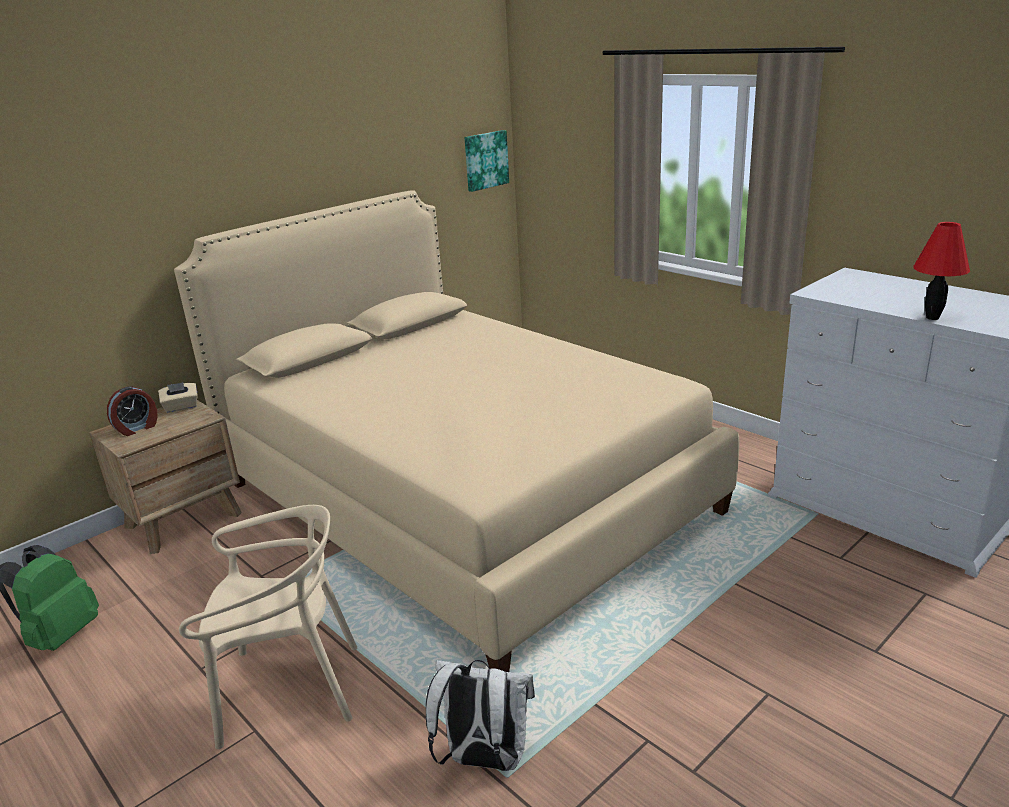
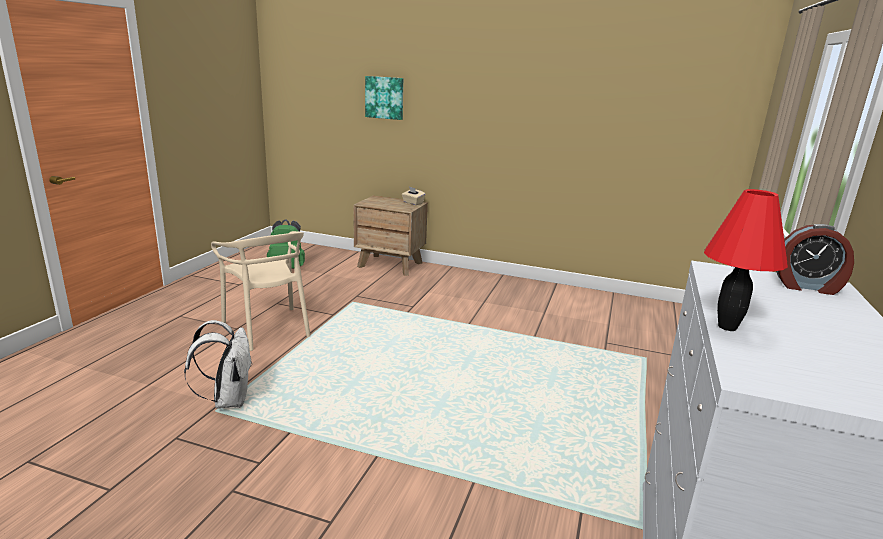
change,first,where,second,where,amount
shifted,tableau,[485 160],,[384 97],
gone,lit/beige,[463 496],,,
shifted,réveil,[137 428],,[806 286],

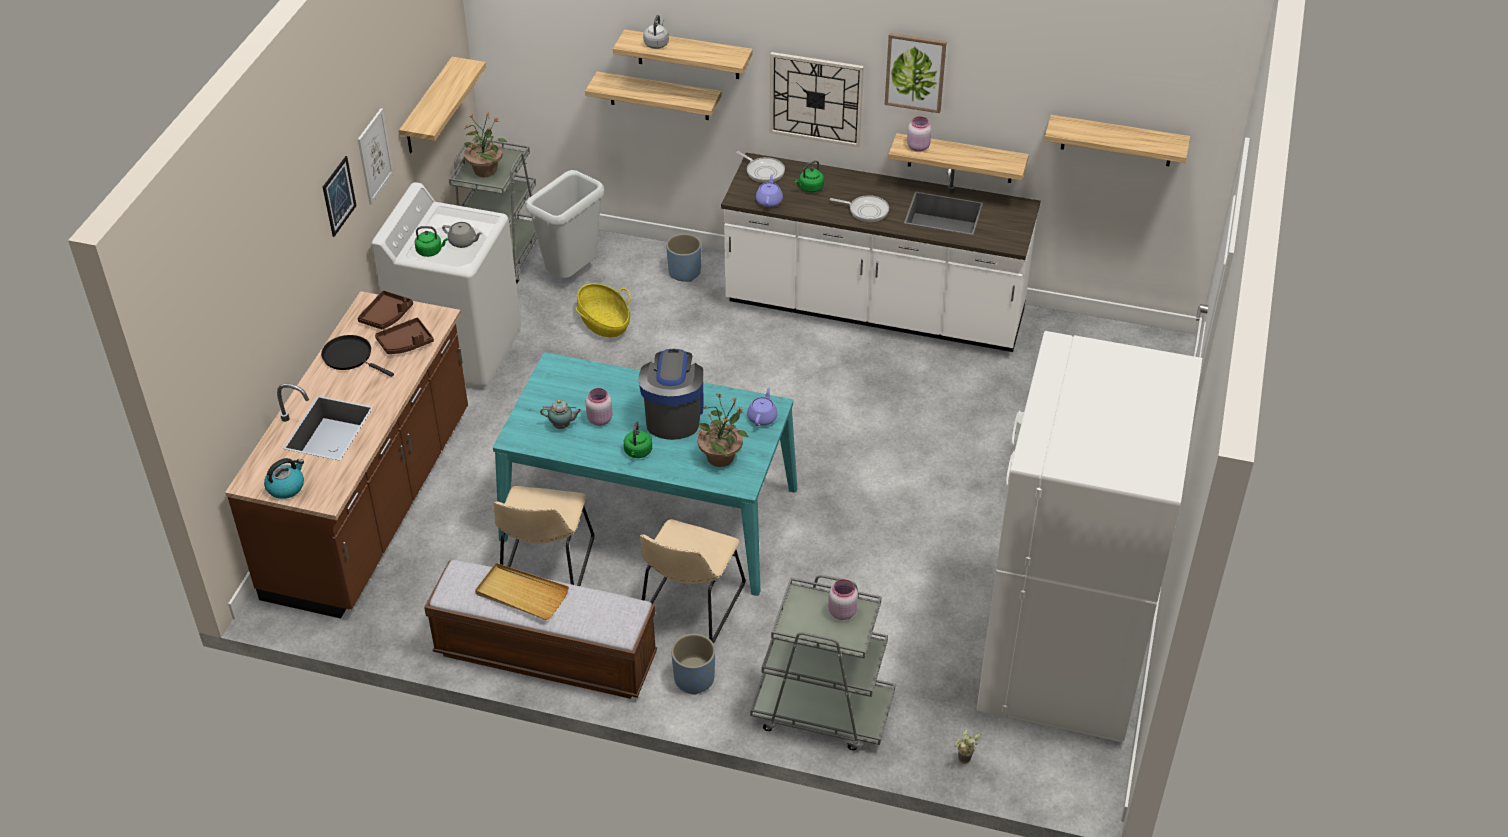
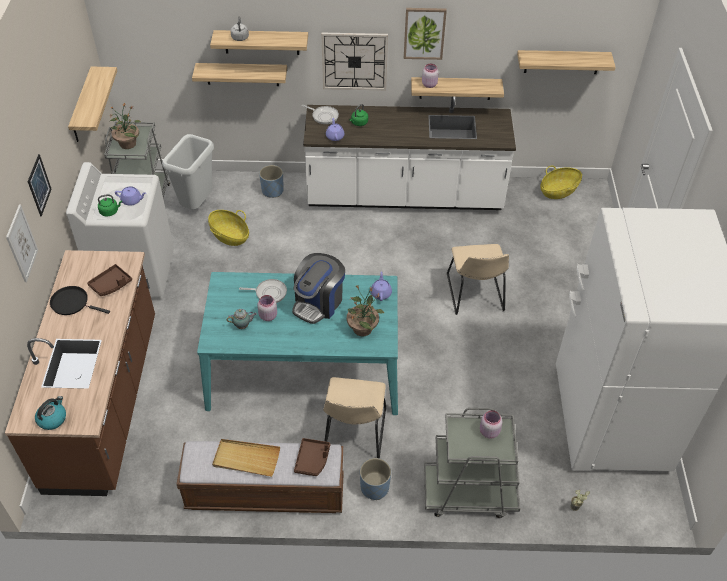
change,first,where,second,where,amount
shifted,tableau,[375 156],,[21 243],
shifted,poêle,[866 211],,[269 293],
repainted,théière/gris,[463 242],théière/violet,[132 200],
shifted,plateau/marron,[387 316],,[312 460],
rotated,machine à café,[673 414],,[318 302],135 degrees counterclockwise
gone,bouilloire/vert,[638 452],,,
shifted,chaise/beige,[546 568],,[475 295],
new,,,panier,[558 191],

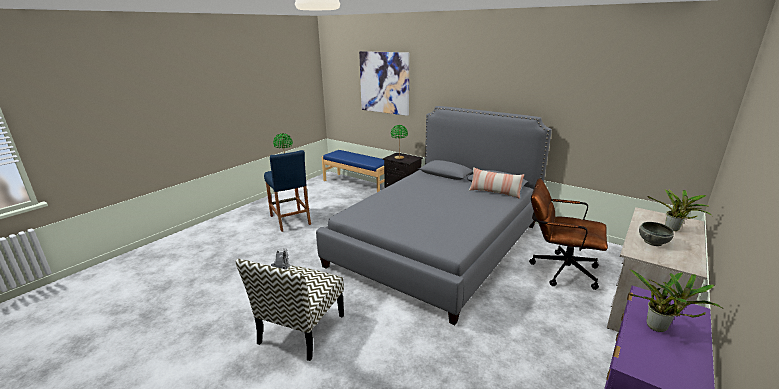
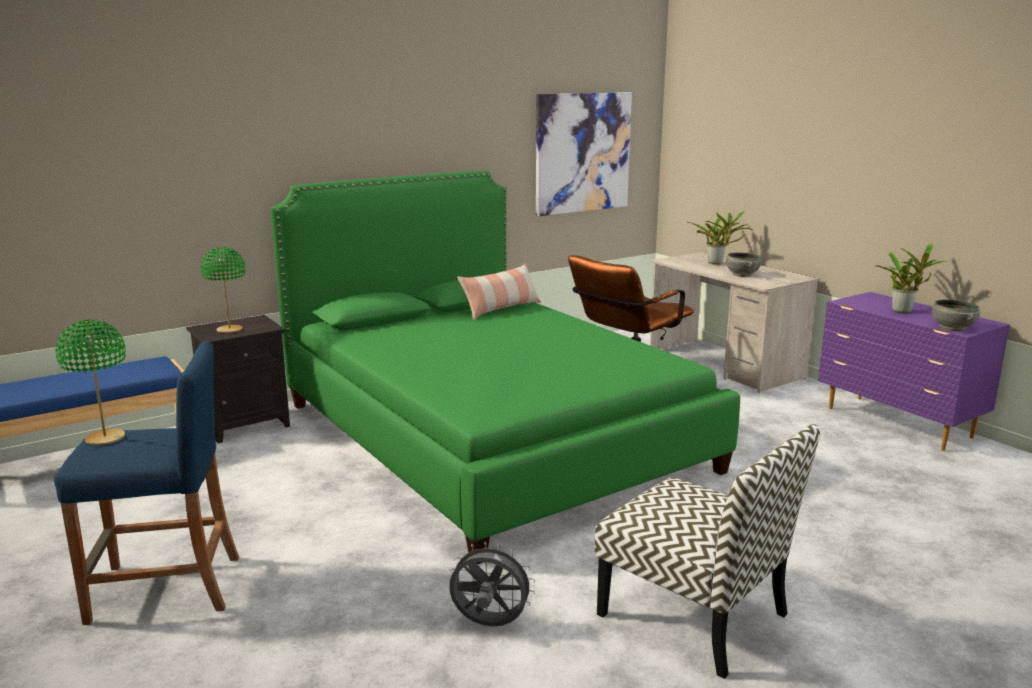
change,first,where,second,where,amount
shifted,tableau,[384 83],,[582 153],
repainted,lit/gris,[437 244],lit/vert,[489 436],
new,,,bol/gris,[951 327],

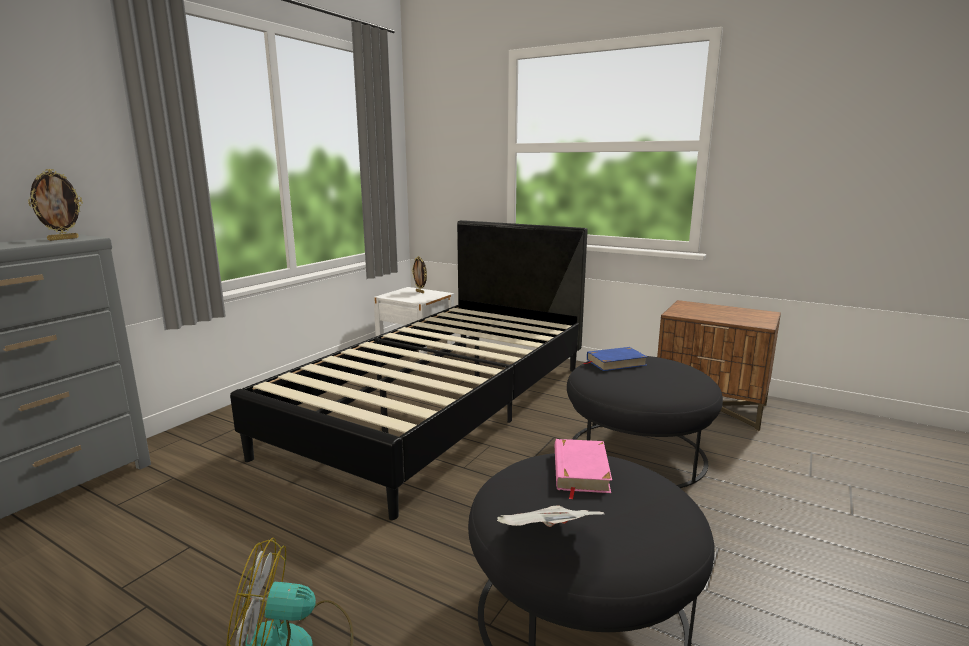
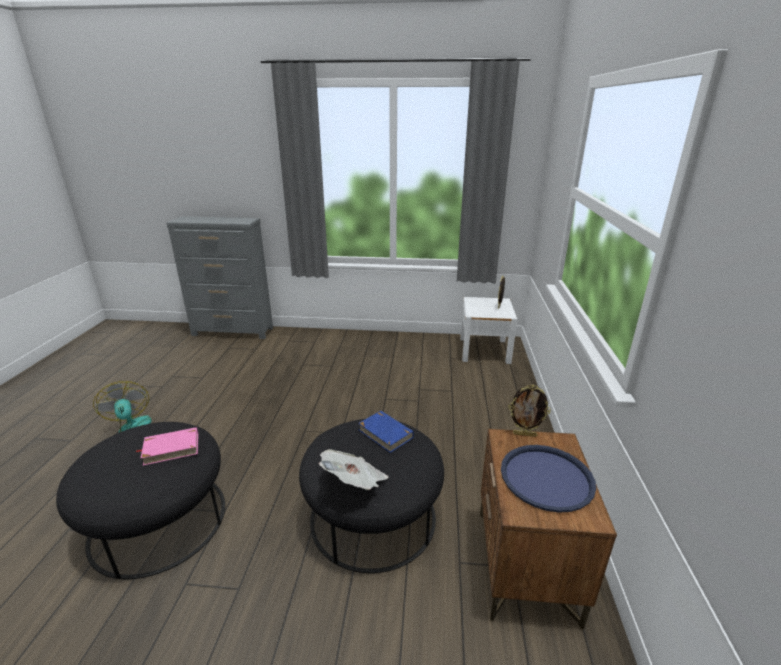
change,first,where,second,where,amount
shifted,cadre photo,[63 239],,[524 434],
gone,lit/noir,[440 406],,,
shifted,journal,[548 540],,[355 482],
new,,,plateau/bleu,[546 478],

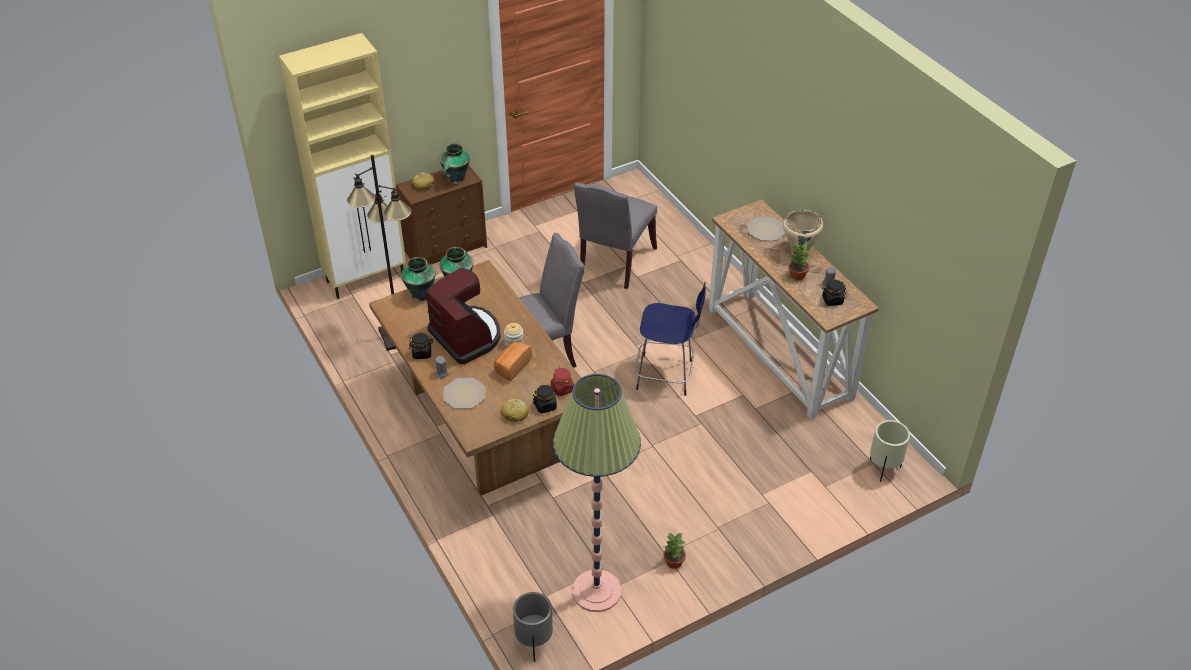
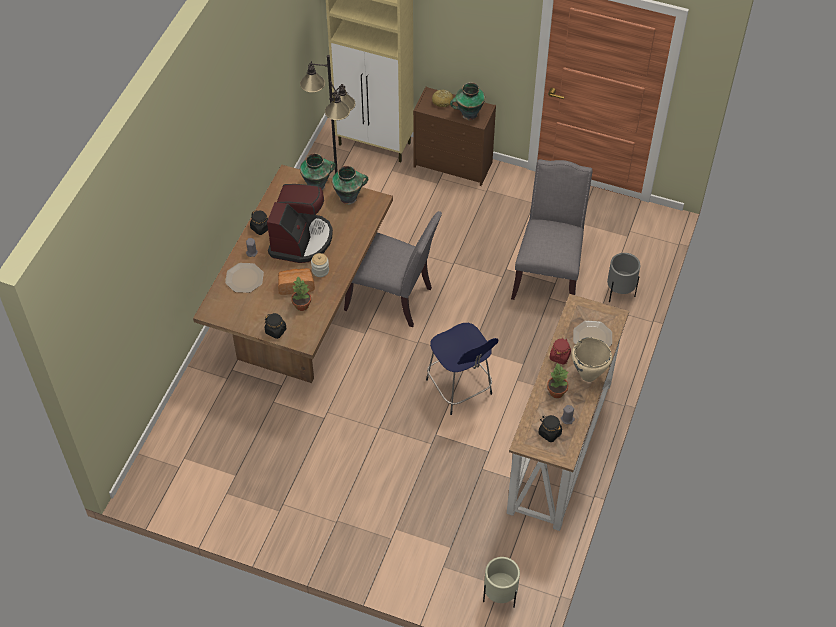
change,first,where,second,where,amount
rotated,chaise/gris,[614 264],,[548 274],120 degrees clockwise
shifted,bocal/rouge,[562 389],,[559 356],
gone,lampadaire,[596 591],,,
gone,pain,[515 414],,,
shifted,plante en pot,[673 562],,[301 305],
shifted,cache-pot/gris,[534 643],,[619 293],

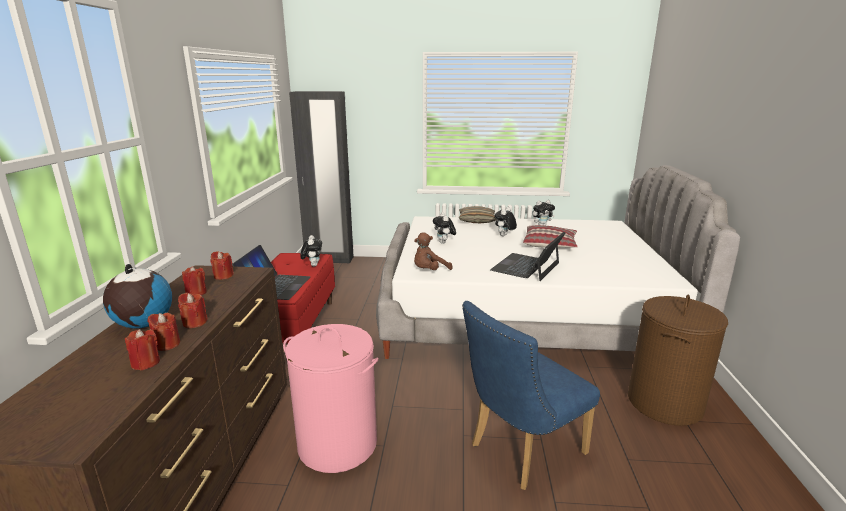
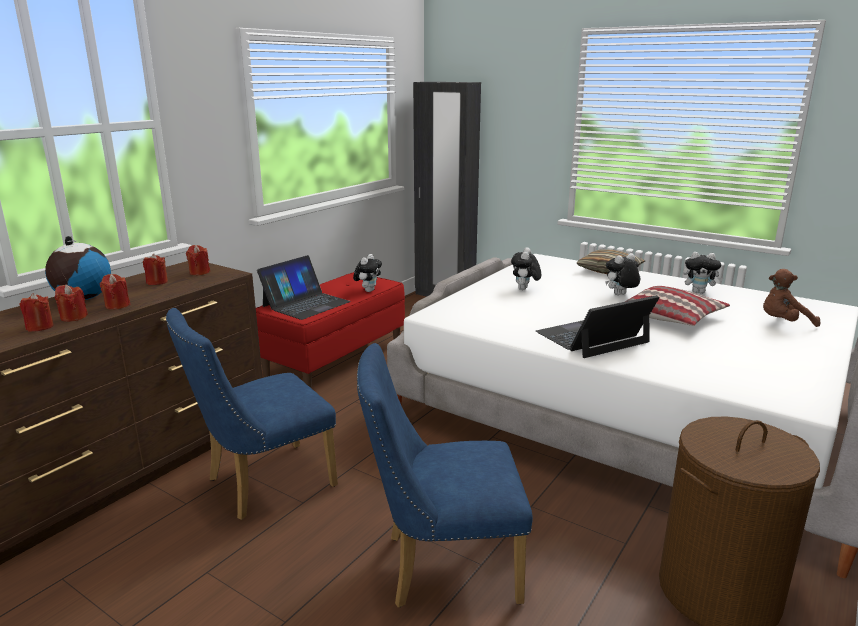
change,first,where,second,where,amount
shifted,peluche/marron,[429 271],,[783 323],
swapped,panier à linge/rose,[337 444],chaise/bleu,[262 484],

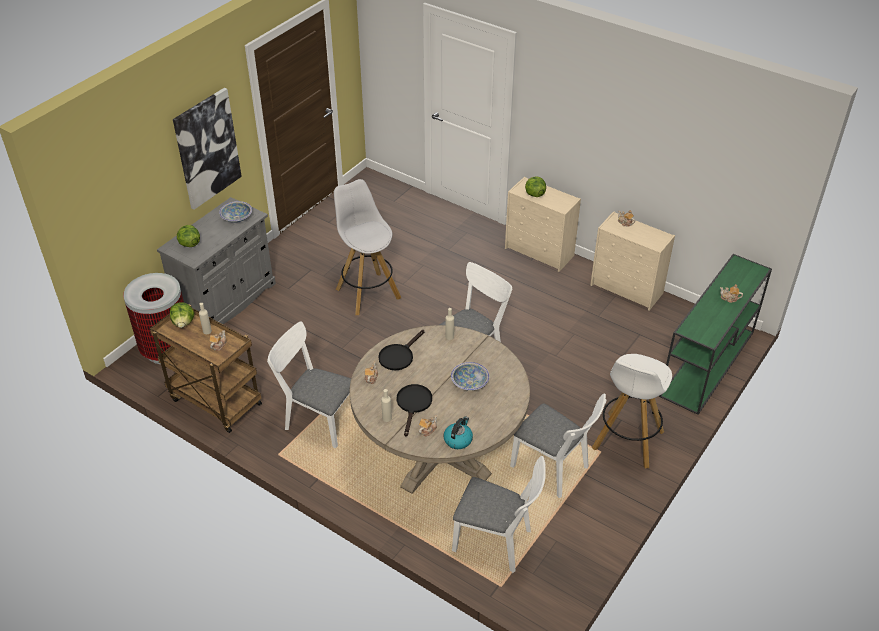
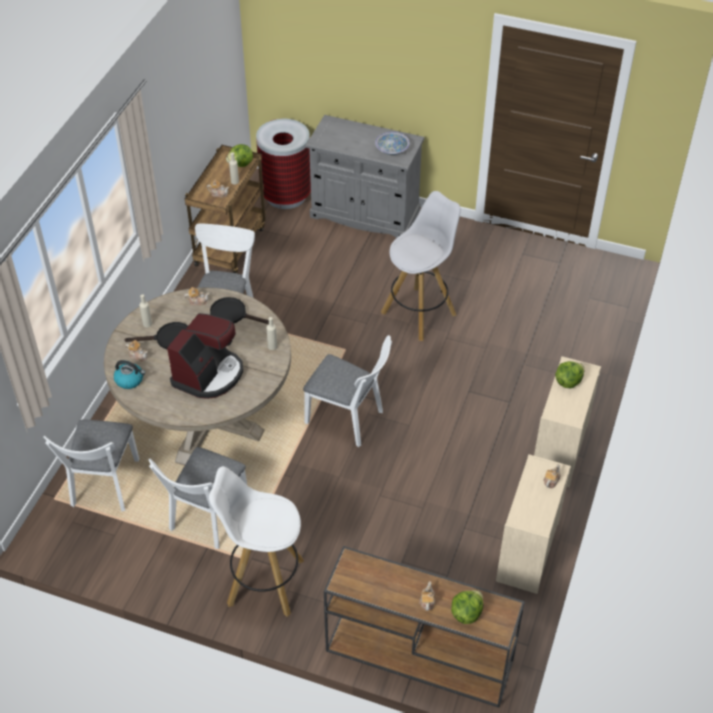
change,first,where,second,where,amount
gone,tableau,[207 148],,,
shifted,laitue,[189 244],,[466 613],
repainted,table console/vert,[707 364],table console/marron,[417 655],
swapped,bol,[469 383],machine à café,[209 374],

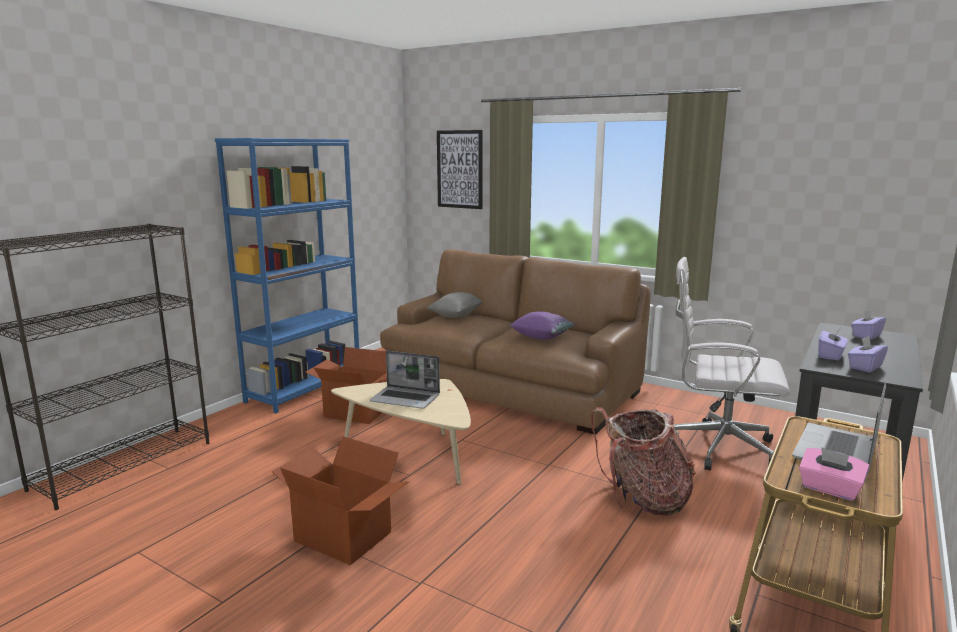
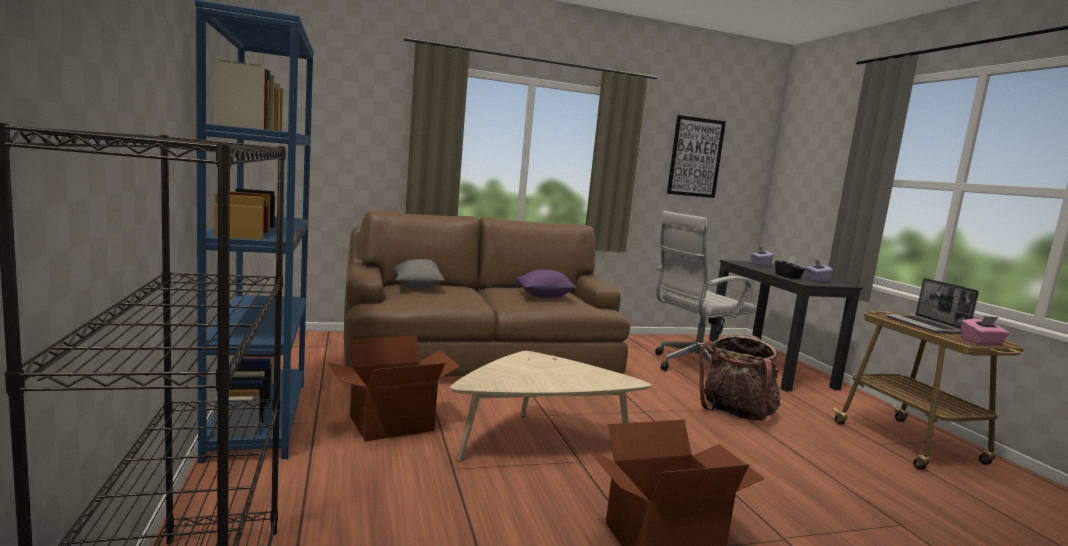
change,first,where,second,where,amount
shifted,tableau,[460 169],,[695 157],
repainted,boîte à mouchoirs/violet,[831 355],boîte à mouchoirs/noir,[788 276],
gone,ordinateur portable,[406 399],,,

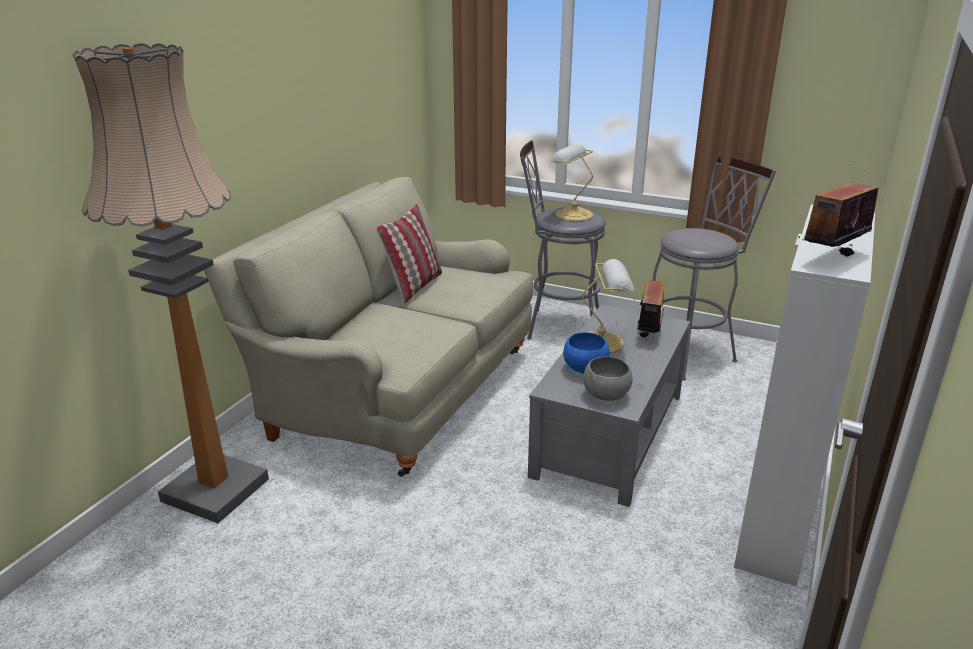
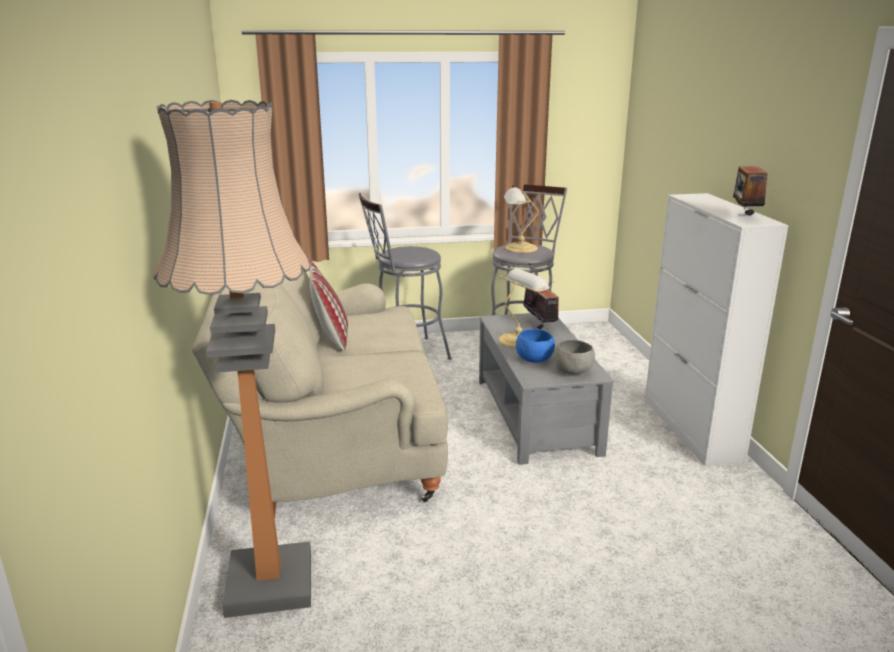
change,first,where,second,where,amount
shifted,lampe de table,[572 214],,[519 248],

